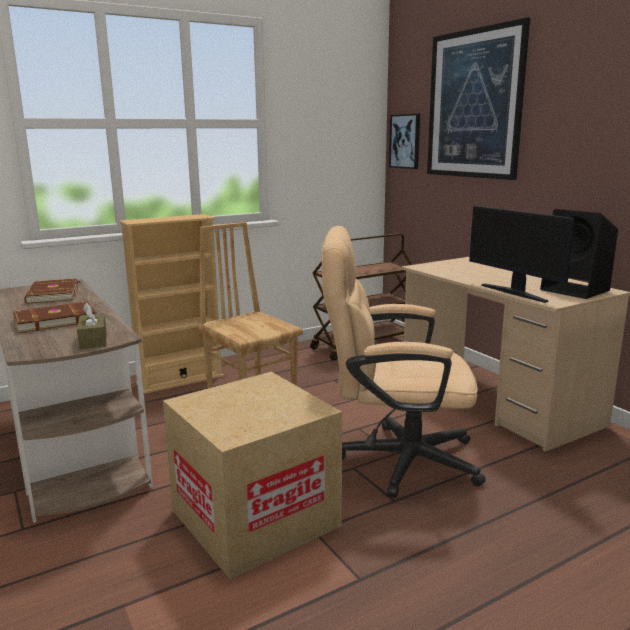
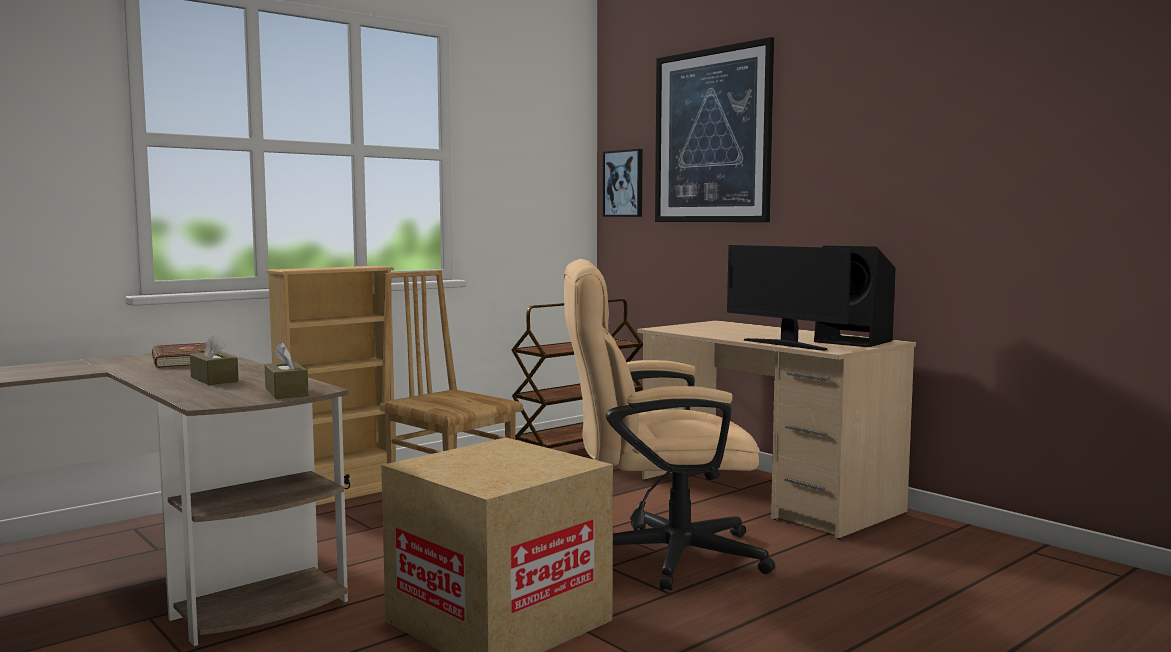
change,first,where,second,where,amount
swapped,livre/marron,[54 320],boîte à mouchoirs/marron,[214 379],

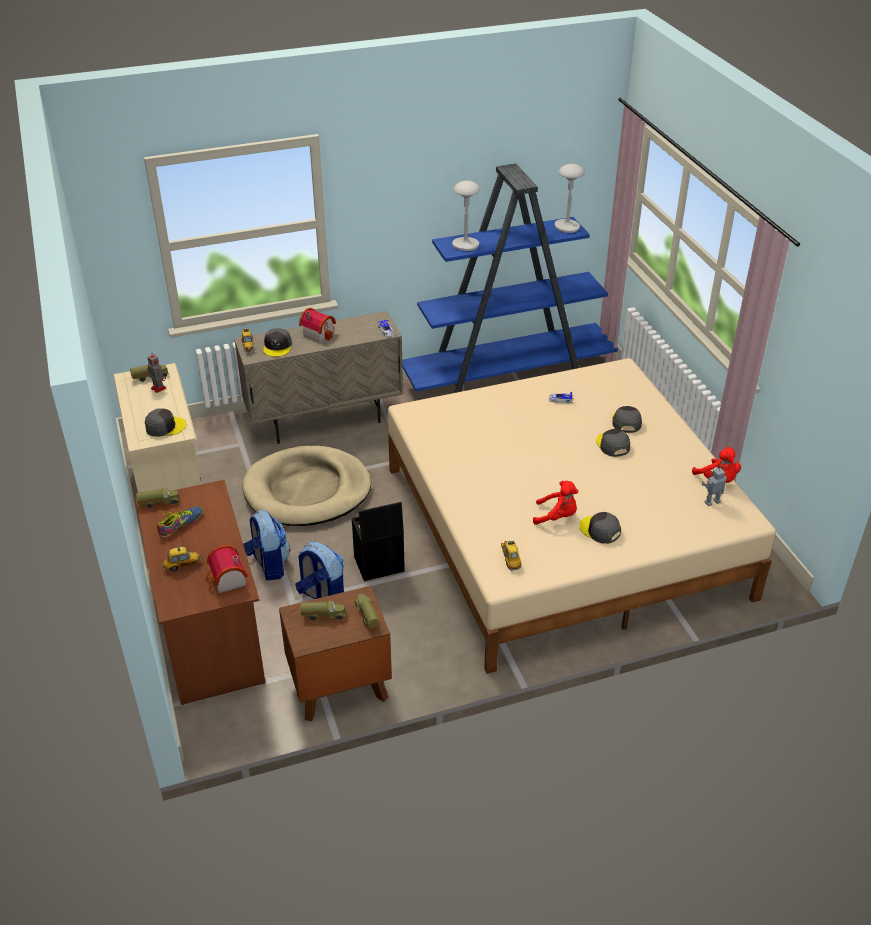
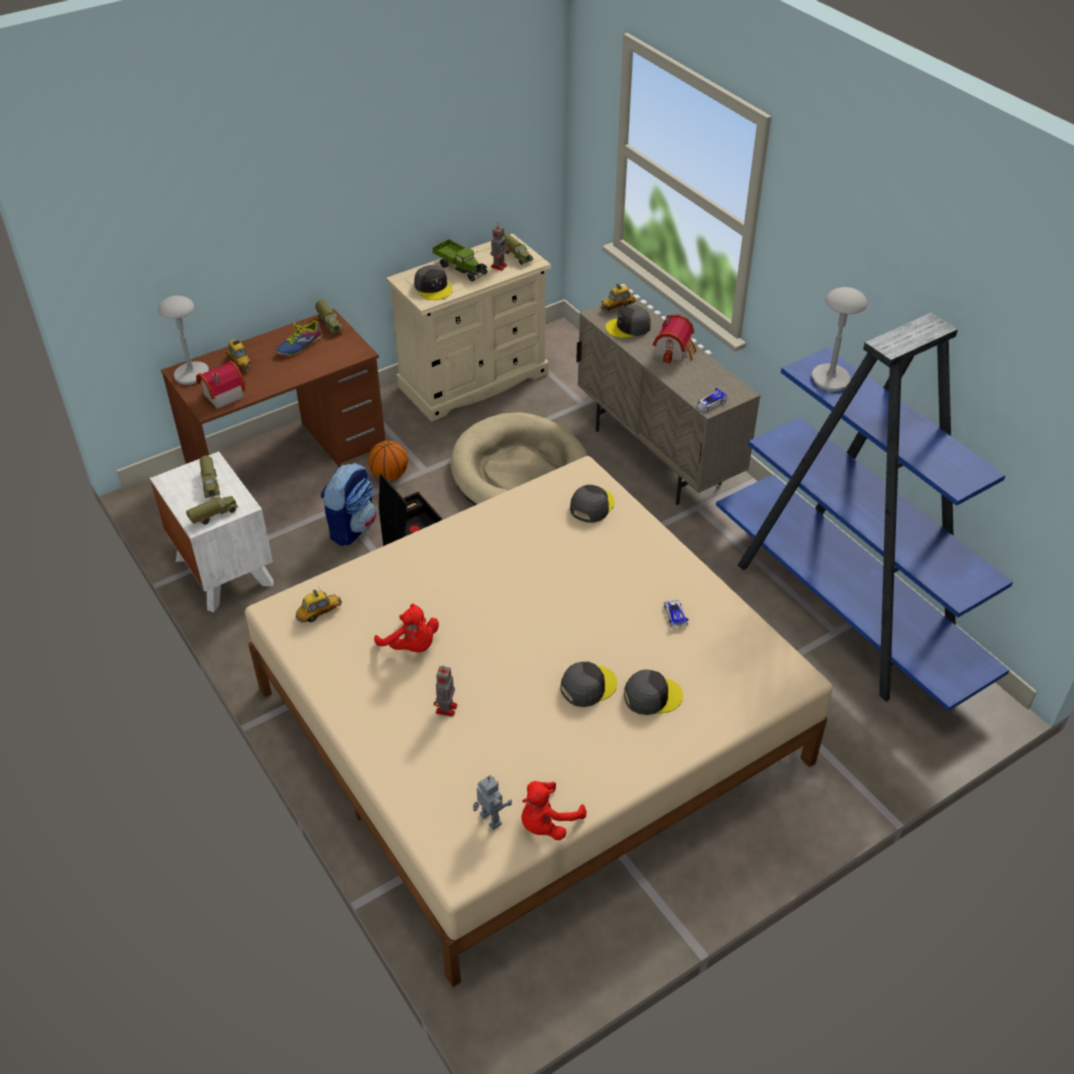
change,first,where,second,where,amount
shifted,lampe de table/gris,[566 227],,[191 374],
rotated,peluche/rouge,[557 516],,[411 646],45 degrees counterclockwise
rotated,chaussure,[180 524],,[300 345],105 degrees clockwise
swapped,sac à dos,[268 565],ballon de basket,[389 475],
shifted,casquette/gris,[600 530],,[591 506],
repainted,table de chevet/marron,[339 687],table de chevet/blanc,[223 570],
new,,,camion jouet,[461 268],
new,,,robot jouet,[446 710],

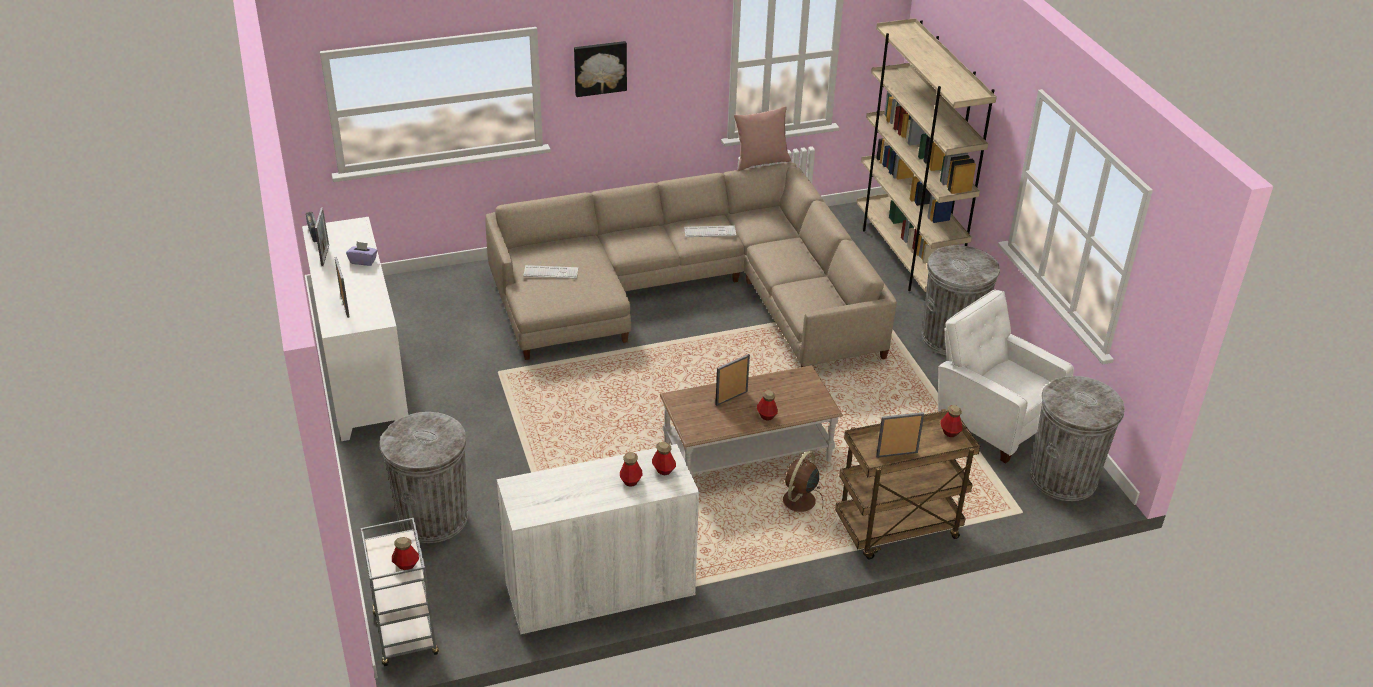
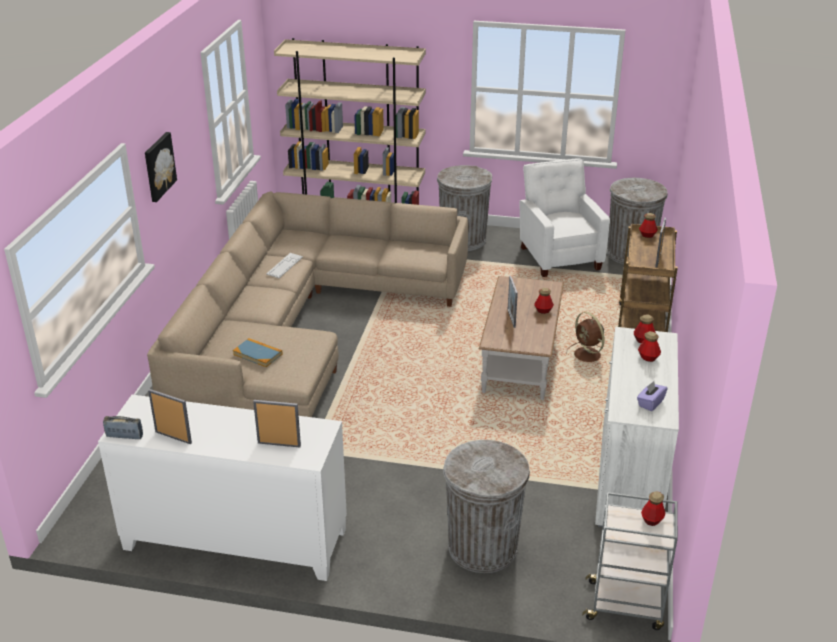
change,first,where,second,where,amount
gone,coussin/rose,[761 162],,,
shifted,boîte à mouchoirs/violet,[363 261],,[650 403],
swapped,clavier,[551 272],livre,[258 354],
rotated,fauteuil/blanc,[991 421],,[559 256],90 degrees clockwise

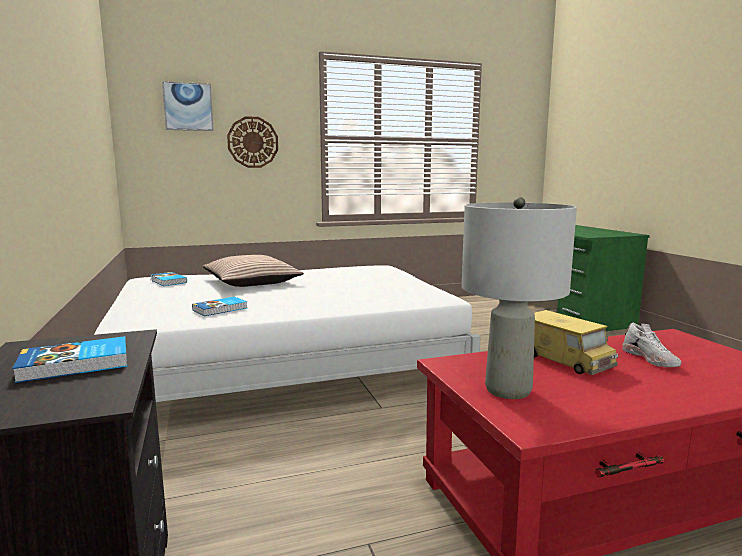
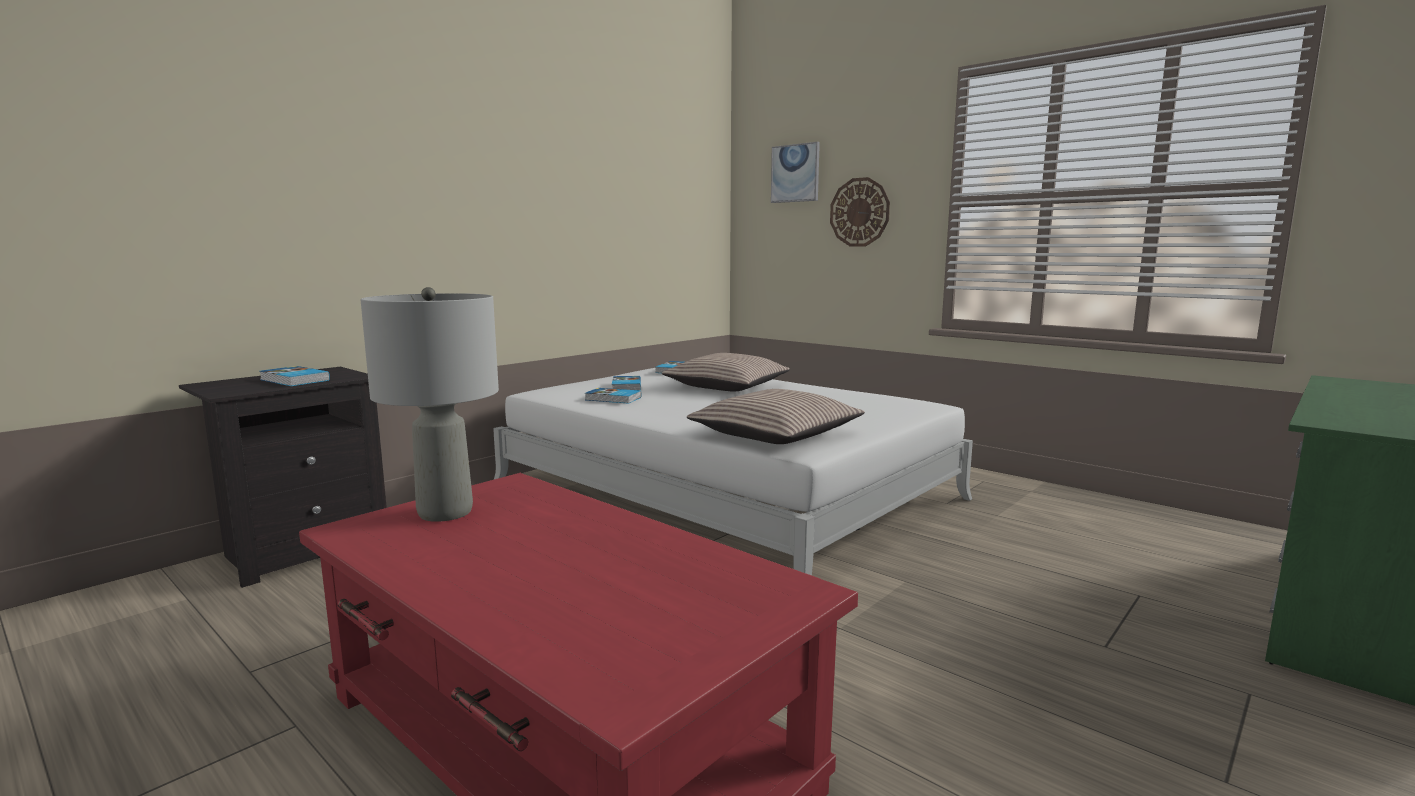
change,first,where,second,where,amount
gone,camion jouet,[565 360],,,
gone,chaussure/blanc,[650 359],,,
new,,,livre,[625 386],
new,,,coussin,[775 434],

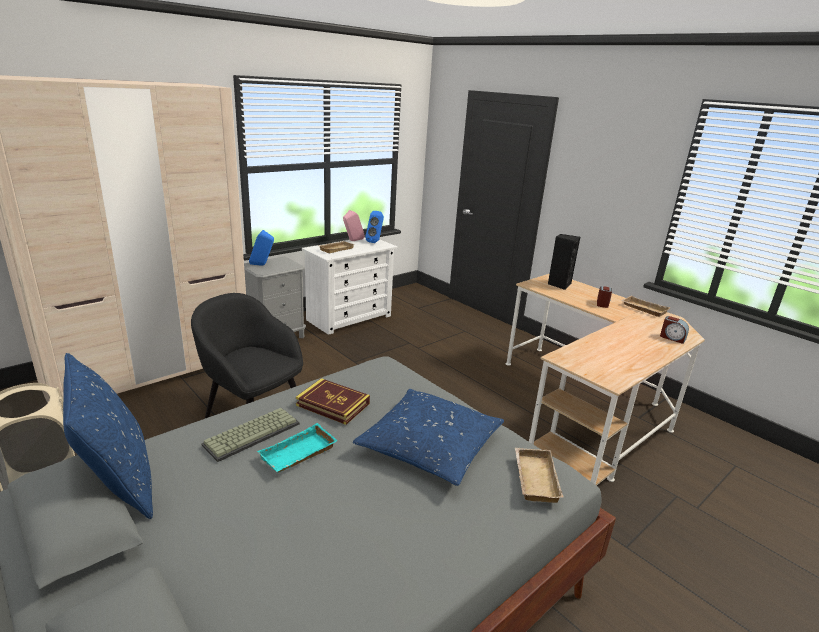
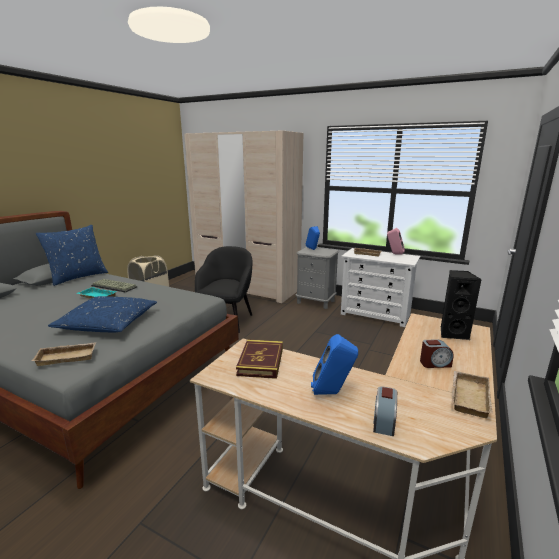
change,first,where,second,where,amount
shifted,enceinte/bleu,[375 242],,[332 393],
shifted,livre,[333 404],,[261 361],

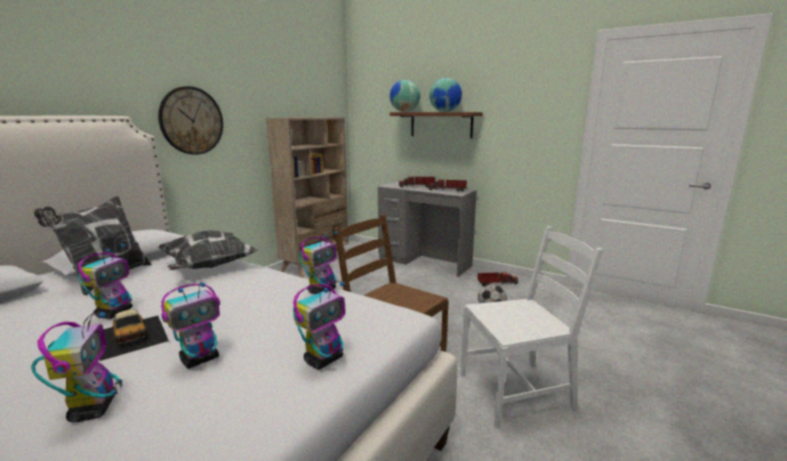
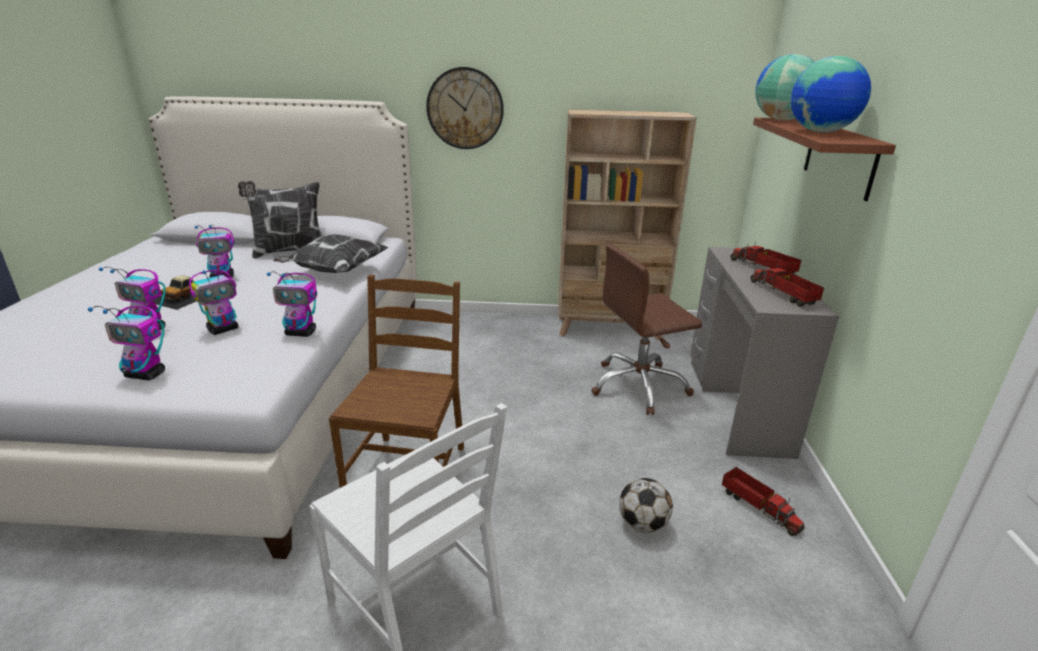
change,first,where,second,where,amount
shifted,robot jouet,[94 408],,[223 329],
new,,,chaise de bureau/marron,[639 386],

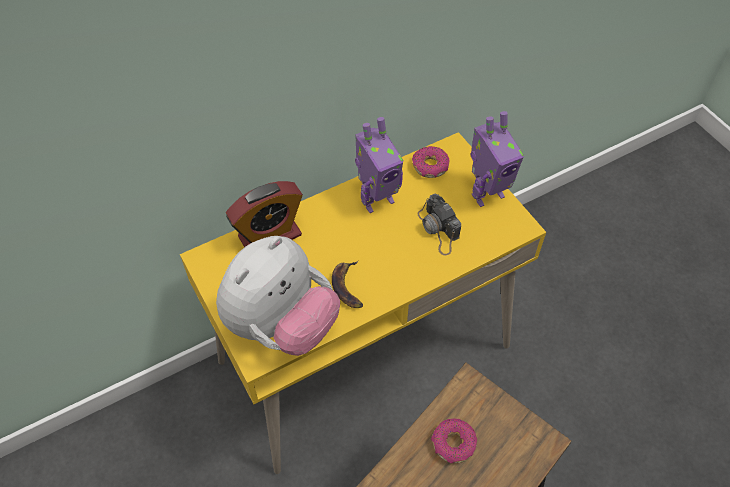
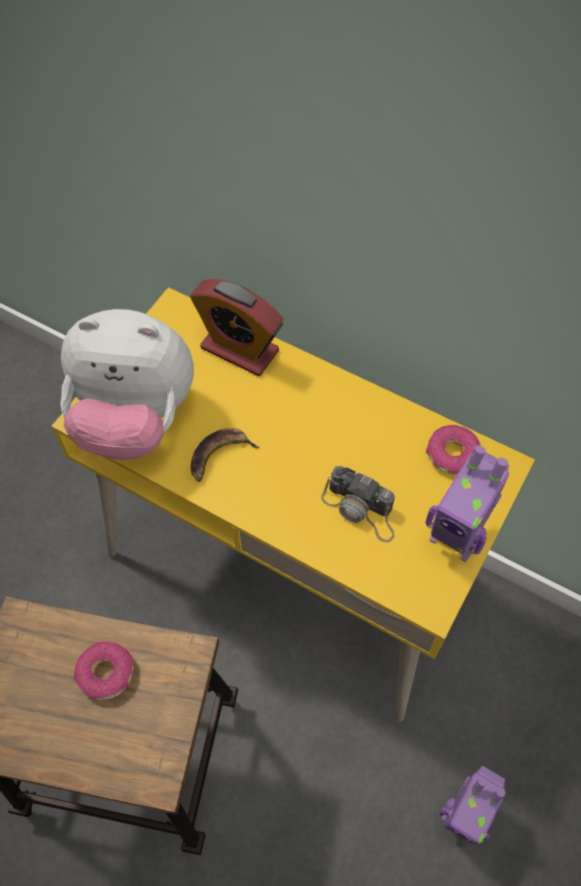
change,first,where,second,where,amount
shifted,robot jouet,[376 200],,[462 816],
rotated,appareil photo,[438 229],,[361 509],90 degrees counterclockwise

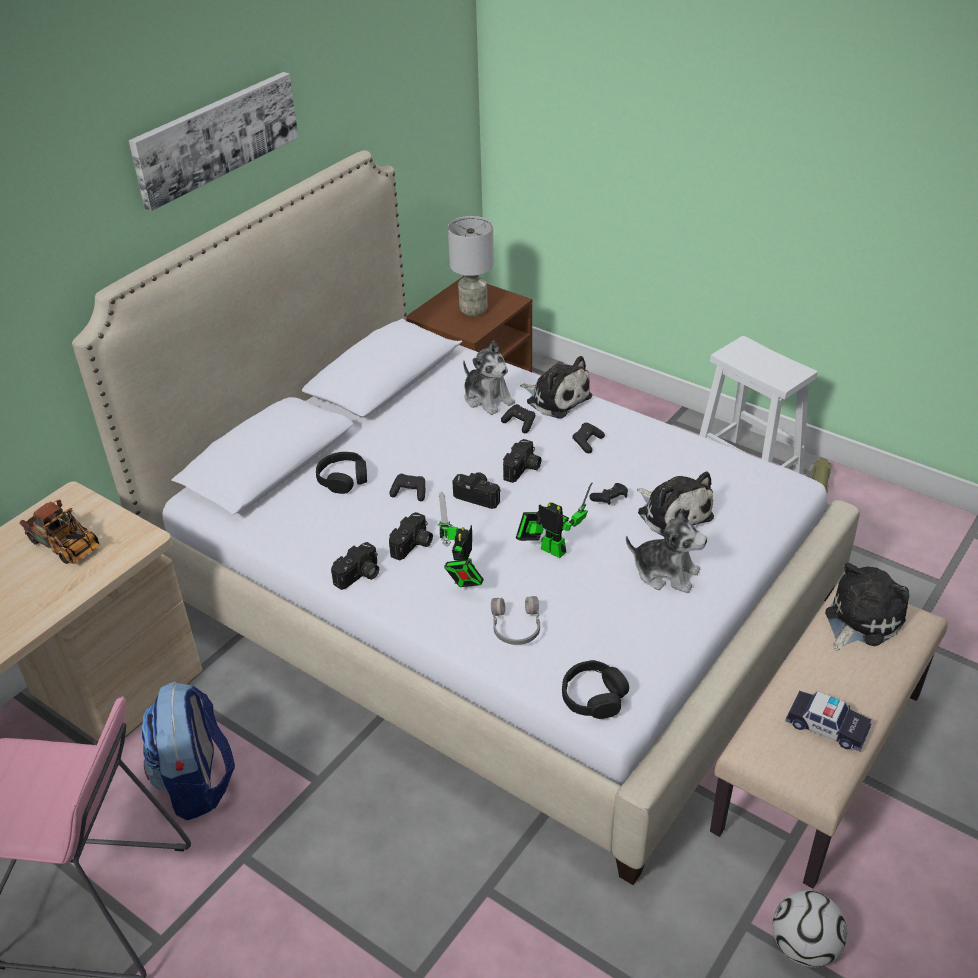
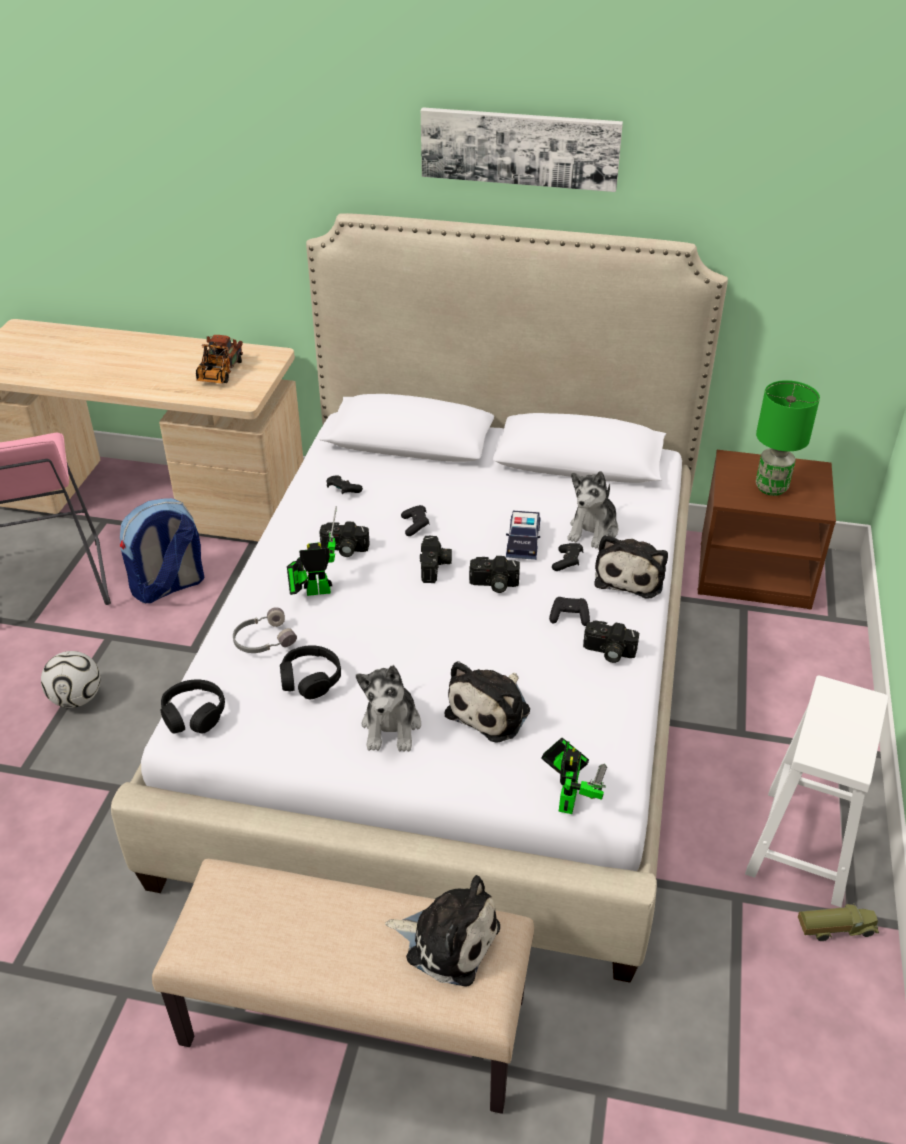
change,first,where,second,where,amount
repainted,lampe de table/gris,[473 311],lampe de table/vert,[770 488],
shifted,casque audio/noir,[343 479],,[310 679],
shifted,robot jouet,[549 548],,[568 797],
shifted,manette/noir,[610 499],,[343 491],
shifted,appareil photo,[359 576],,[608 652],
shifted,petite voiture,[827 726],,[523 541],
shifted,ballon de foot,[804 947],,[76 699],

